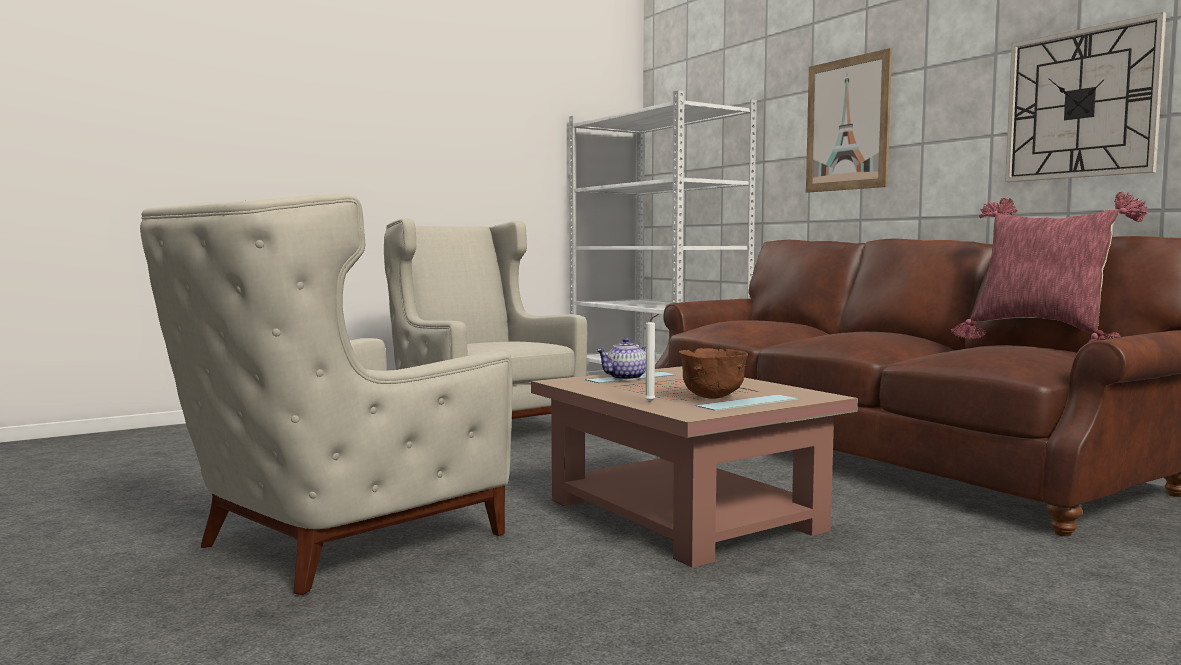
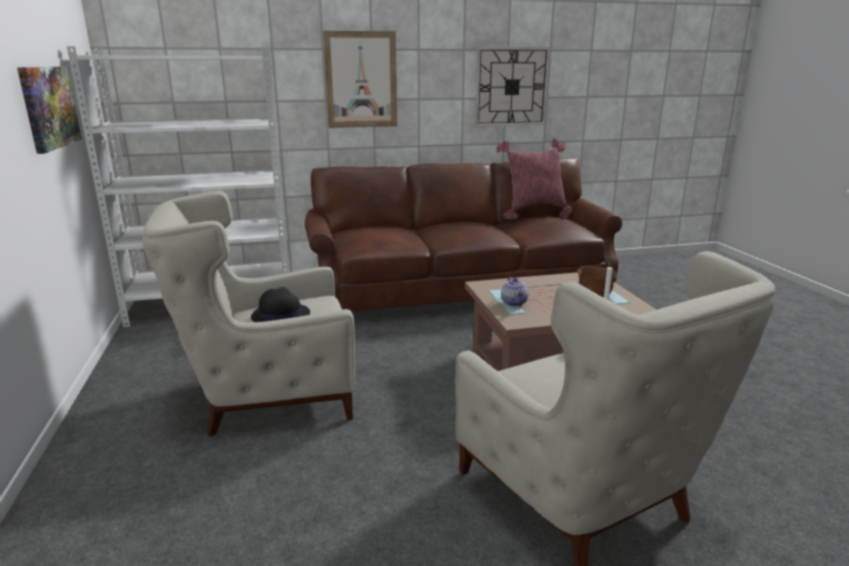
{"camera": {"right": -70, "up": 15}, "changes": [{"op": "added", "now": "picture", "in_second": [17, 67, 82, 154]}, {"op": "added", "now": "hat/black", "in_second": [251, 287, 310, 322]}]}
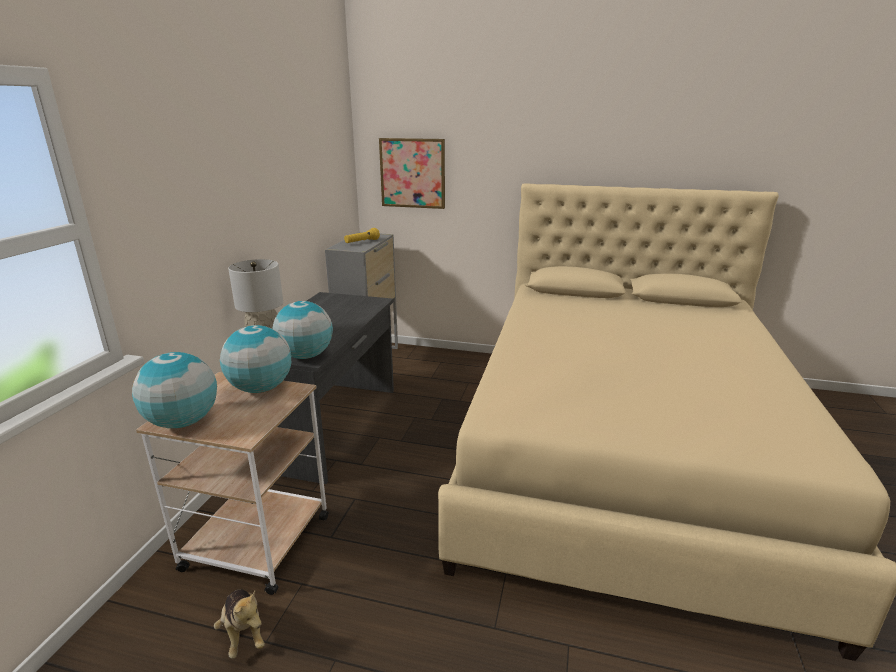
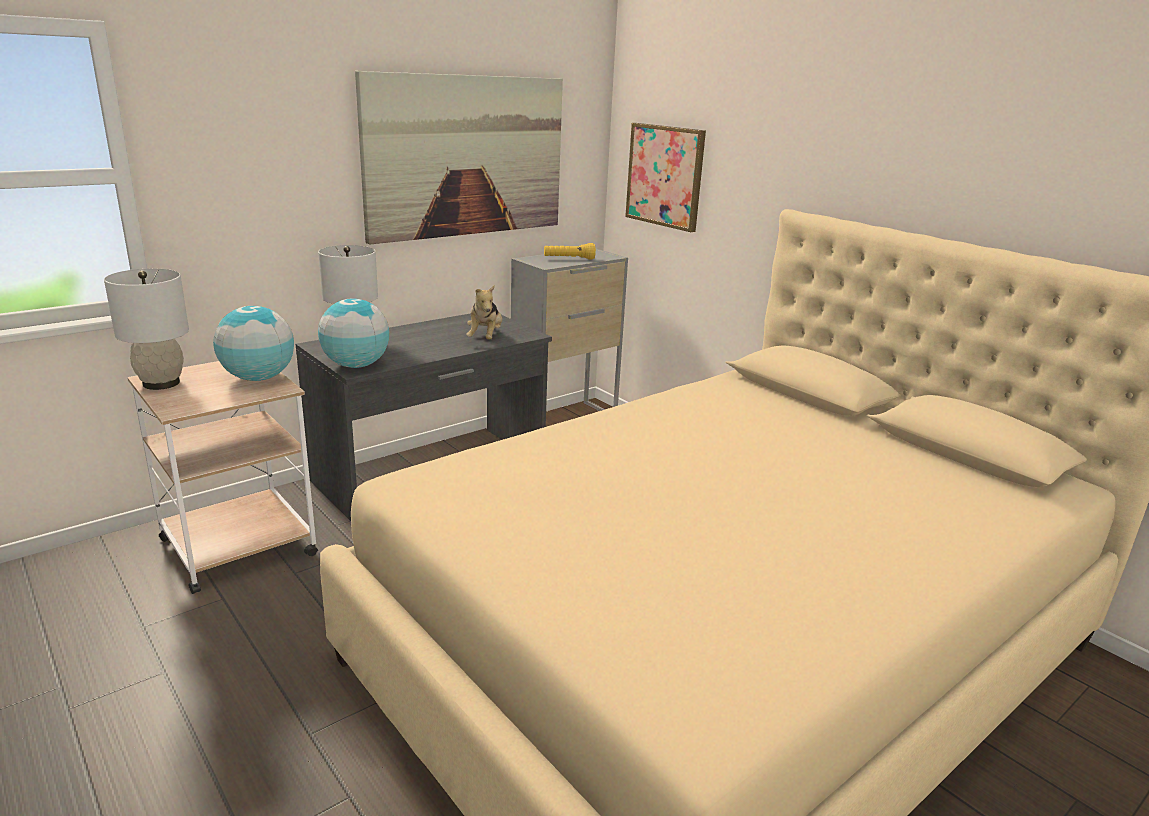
{"camera": {"right": 35, "up": 0}, "changes": [{"op": "added", "now": "picture", "in_second": [355, 71, 563, 245]}, {"op": "moved", "was": "plush toy", "in_first": [214, 589, 265, 658], "in_second": [466, 286, 502, 340]}, {"op": "replaced", "was": "globe", "now": "table lamp/white", "in_first": [132, 352, 217, 428], "in_second": [104, 269, 189, 390]}]}
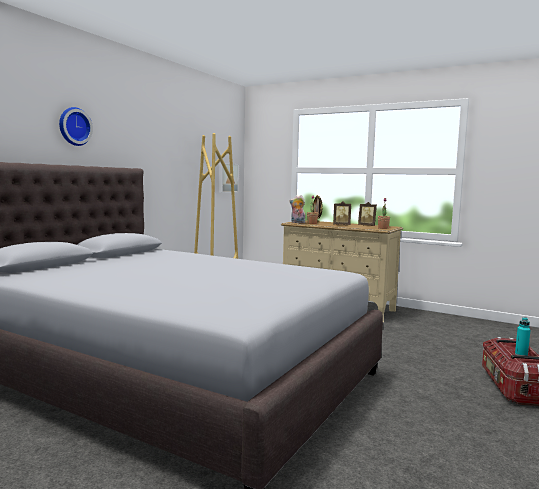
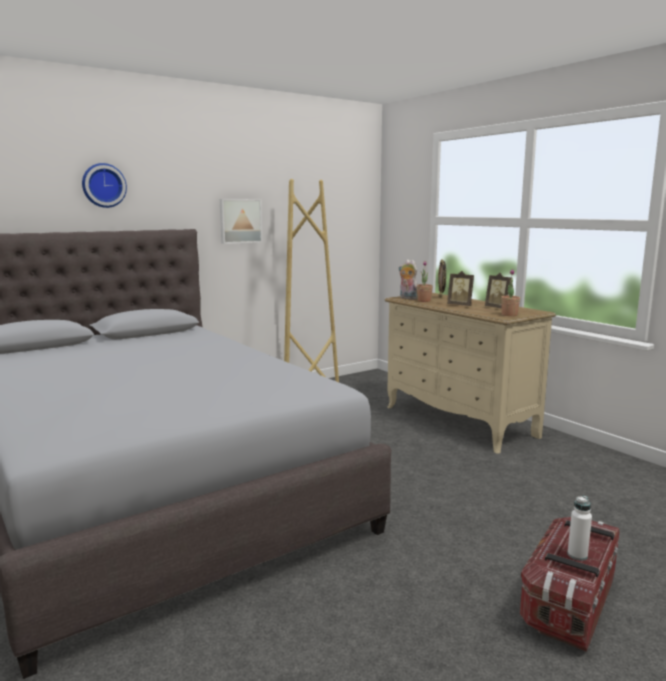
{"camera": {"right": 25, "up": 5}, "changes": [{"op": "moved", "was": "picture", "in_first": [219, 163, 239, 193], "in_second": [220, 199, 263, 244]}, {"op": "recoloured", "was": "bottle/turquoise", "now": "bottle/white", "in_first": [515, 317, 531, 356], "in_second": [568, 496, 592, 561]}]}
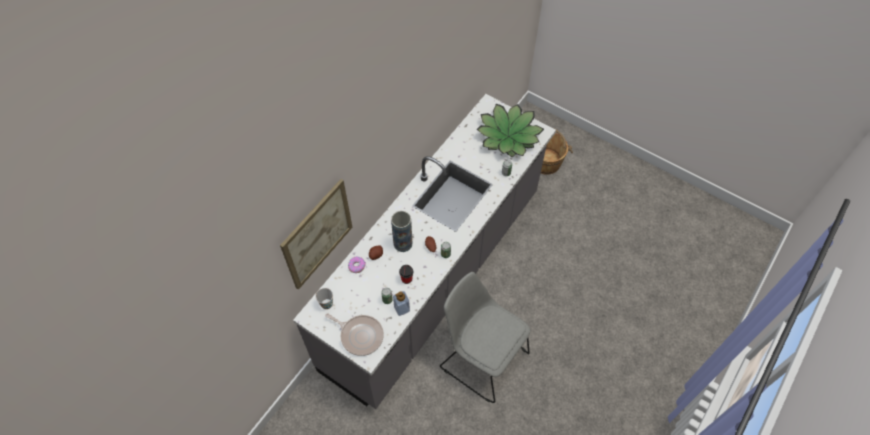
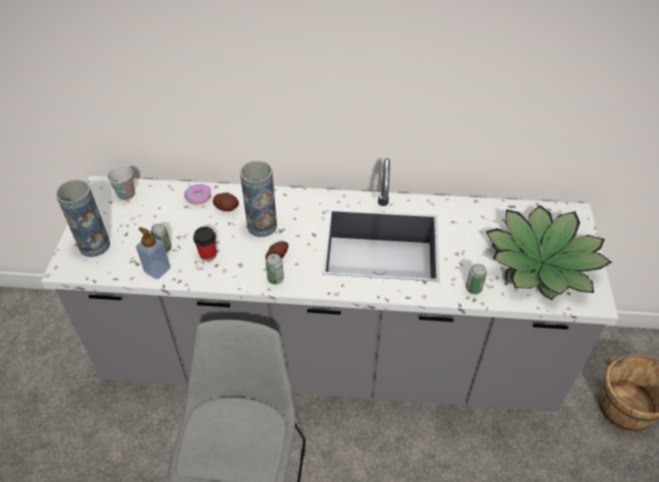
{"camera": {"right": 60, "up": -10}, "changes": [{"op": "removed", "was": "picture", "in_first": [280, 179, 353, 290]}, {"op": "replaced", "was": "frying pan", "now": "vase", "in_first": [325, 313, 384, 356], "in_second": [56, 179, 110, 257]}]}
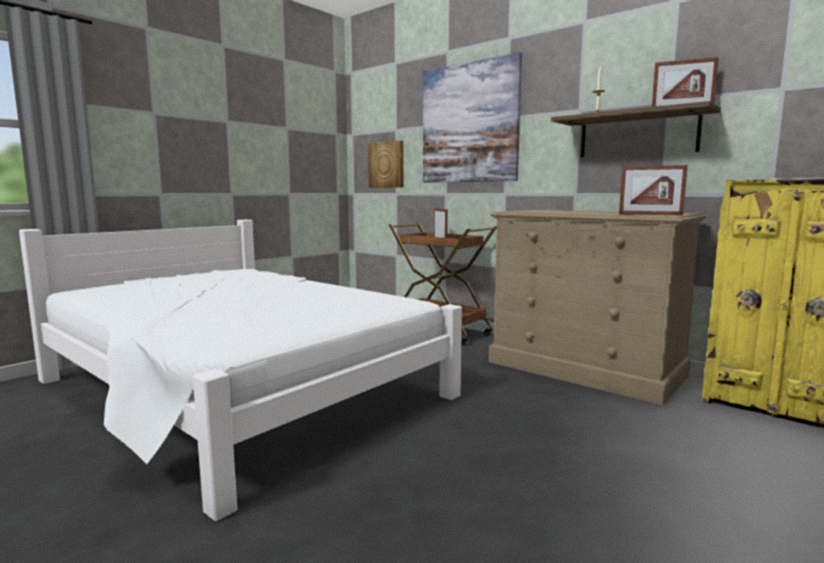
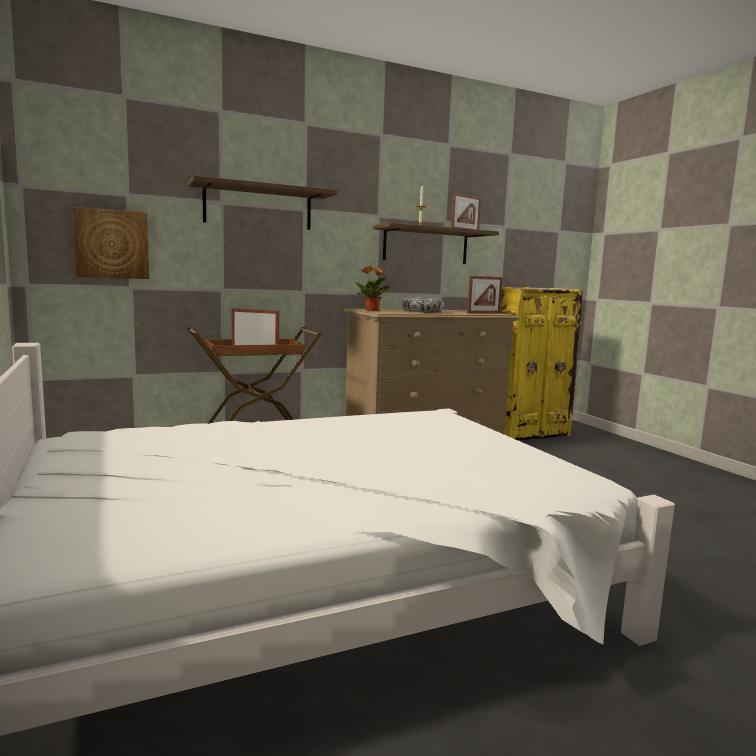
{"camera": {"right": -65, "up": 0}, "changes": [{"op": "added", "now": "potted plant", "in_second": [355, 266, 392, 311]}, {"op": "added", "now": "bowl", "in_second": [402, 297, 444, 312]}, {"op": "replaced", "was": "picture", "now": "shelf", "in_first": [423, 52, 522, 182], "in_second": [188, 175, 338, 230]}]}
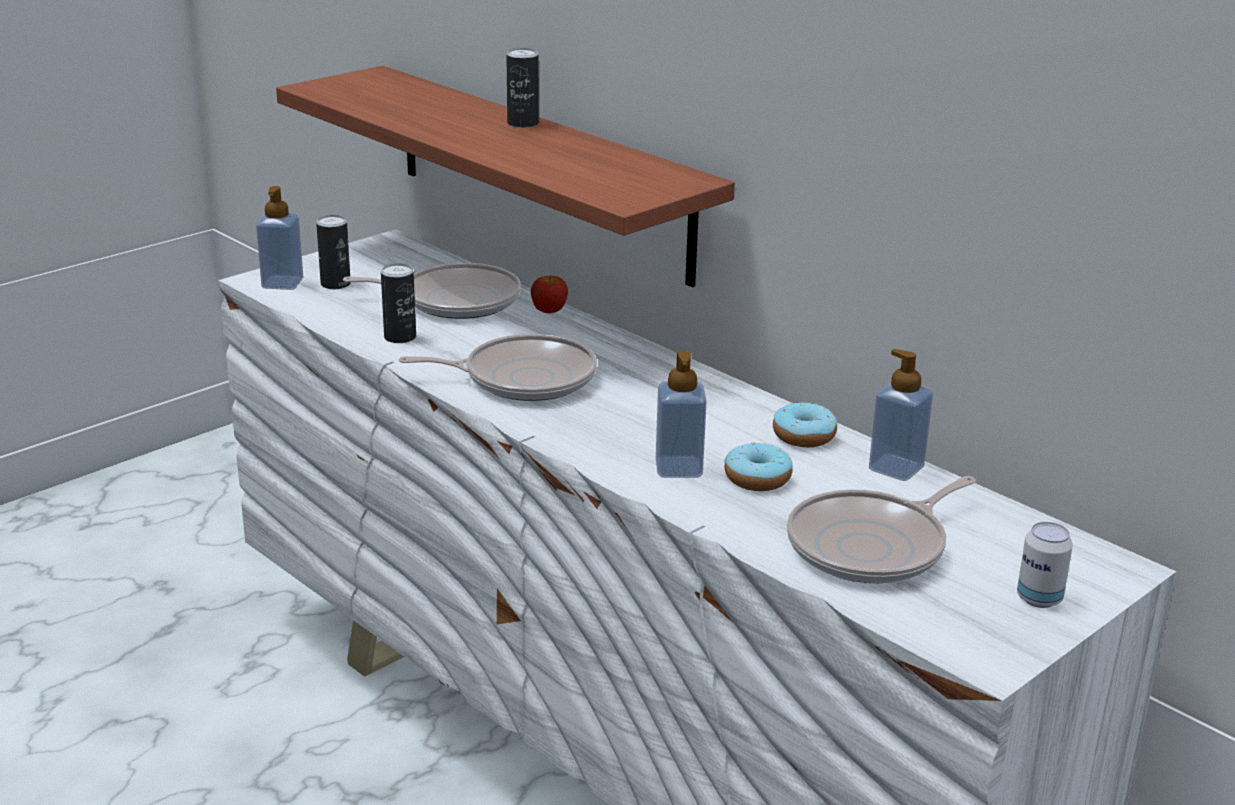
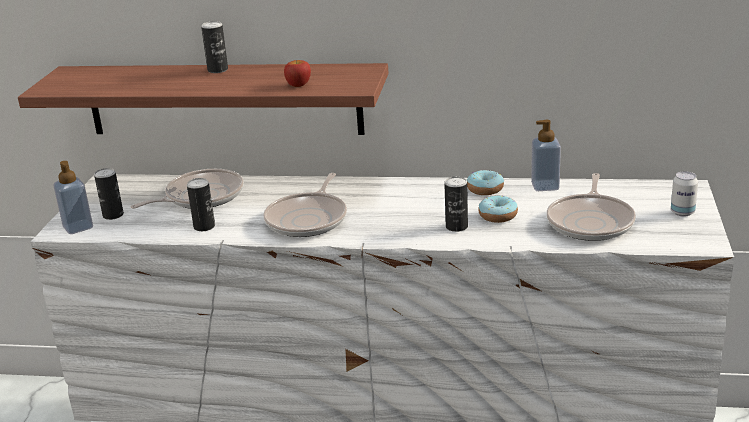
{"camera": {"right": -35, "up": 0}, "changes": [{"op": "moved", "was": "apple", "in_first": [531, 276, 568, 313], "in_second": [284, 60, 311, 87]}, {"op": "replaced", "was": "soap dispenser", "now": "can", "in_first": [656, 351, 707, 478], "in_second": [444, 176, 468, 232]}, {"op": "turned", "was": "frying pan", "in_first": [398, 334, 597, 401], "in_second": [263, 173, 347, 237], "clockwise": 150}]}
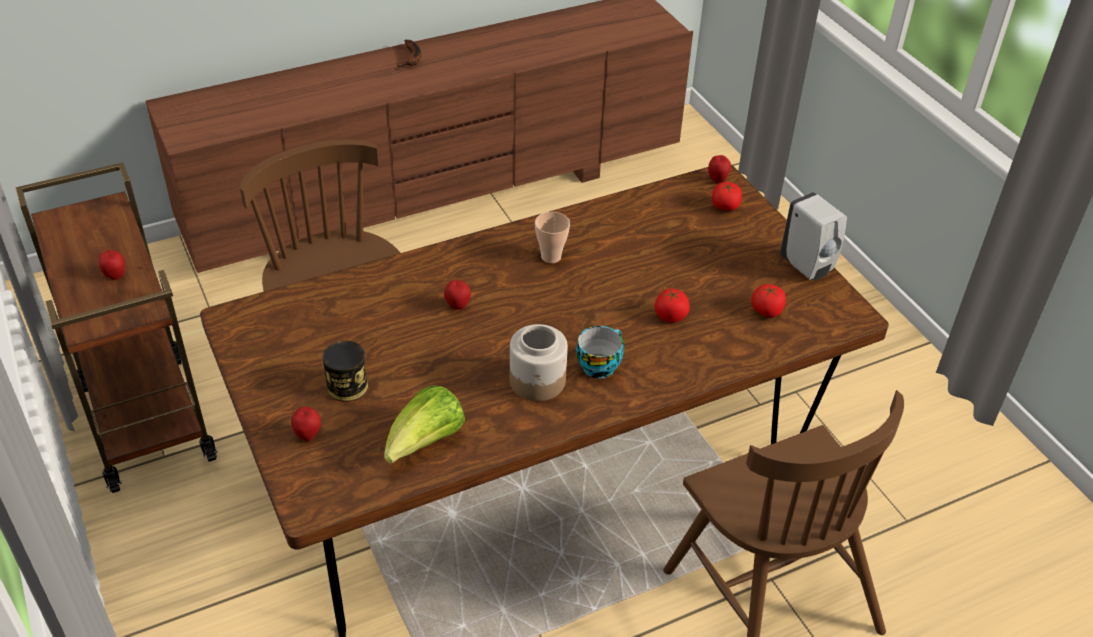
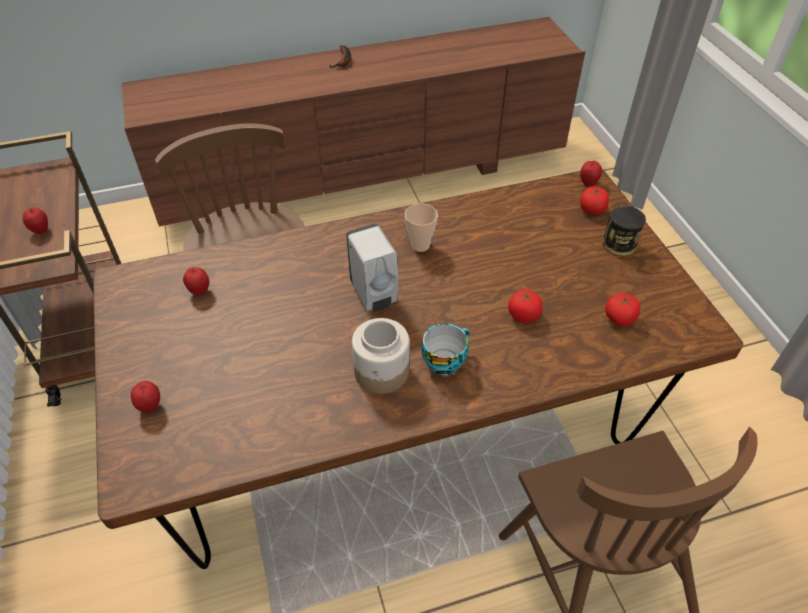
{"camera": {"right": 10, "up": 5}, "changes": [{"op": "removed", "was": "lettuce", "in_first": [384, 385, 465, 464]}, {"op": "moved", "was": "can", "in_first": [323, 341, 368, 402], "in_second": [603, 206, 646, 256]}, {"op": "moved", "was": "apple", "in_first": [444, 280, 471, 310], "in_second": [183, 267, 209, 295]}, {"op": "moved", "was": "soap dispenser/white", "in_first": [780, 192, 847, 281], "in_second": [346, 223, 398, 312]}]}
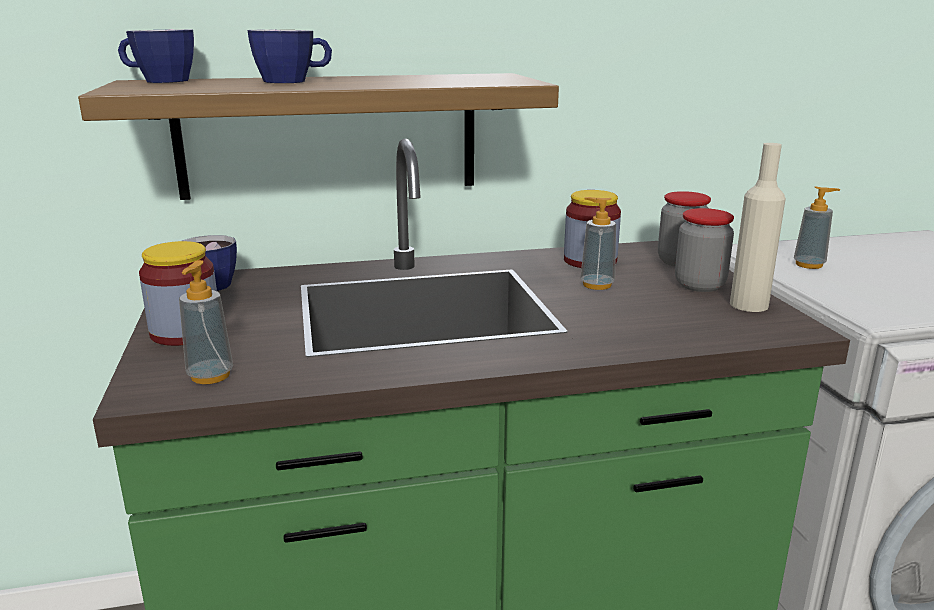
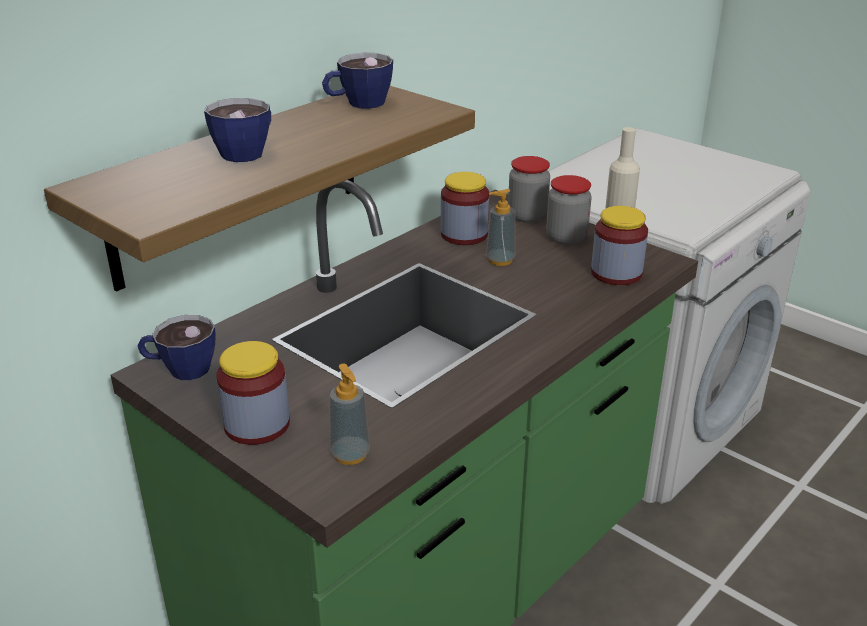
{"camera": {"right": -35, "up": 10}, "changes": [{"op": "removed", "was": "soap dispenser", "in_first": [794, 186, 840, 269]}, {"op": "added", "now": "jar", "in_second": [591, 206, 648, 285]}, {"op": "moved", "was": "cup", "in_first": [118, 29, 194, 83], "in_second": [322, 53, 393, 109]}]}
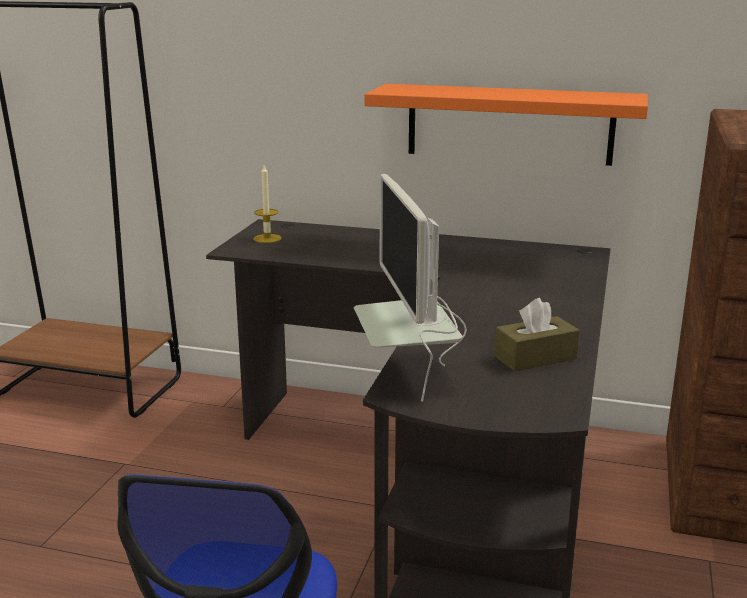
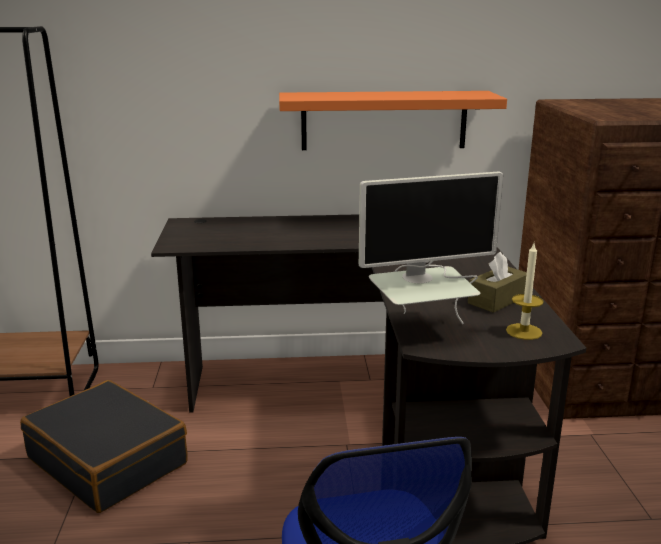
{"camera": {"right": -20, "up": 0}, "changes": [{"op": "added", "now": "suitcase/black", "in_second": [20, 380, 188, 513]}, {"op": "moved", "was": "candle", "in_first": [253, 165, 282, 243], "in_second": [506, 243, 544, 340]}, {"op": "turned", "was": "monitor", "in_first": [354, 174, 467, 401], "in_second": [359, 172, 503, 324], "clockwise": -75}]}
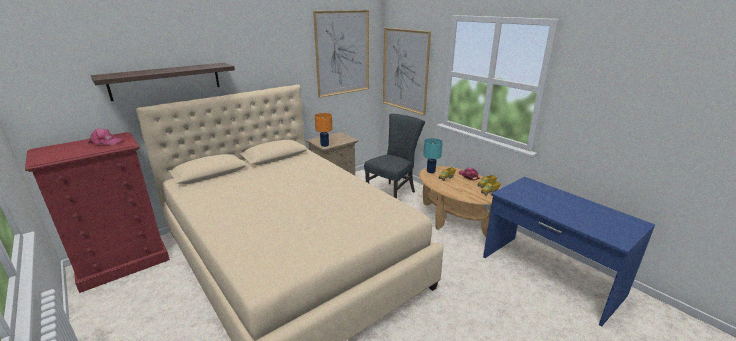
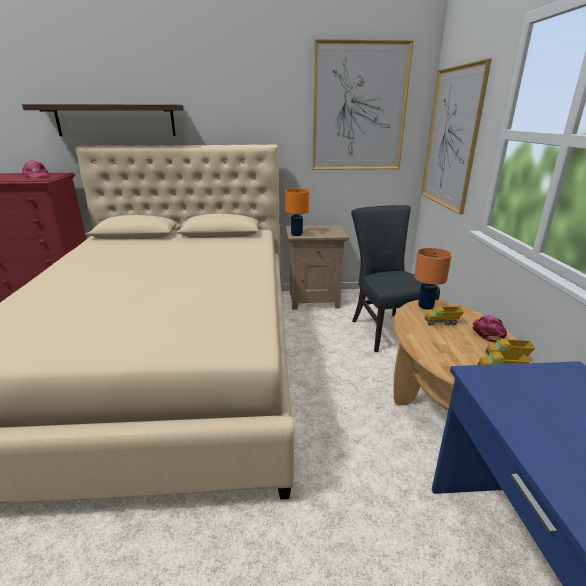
{"camera": {"right": 35, "up": 0}, "changes": [{"op": "recoloured", "was": "table lamp/turquoise", "now": "table lamp/orange", "in_first": [423, 138, 443, 173], "in_second": [414, 248, 452, 310]}, {"op": "turned", "was": "chair/grey", "in_first": [364, 113, 425, 199], "in_second": [351, 205, 440, 352], "clockwise": -90}]}
